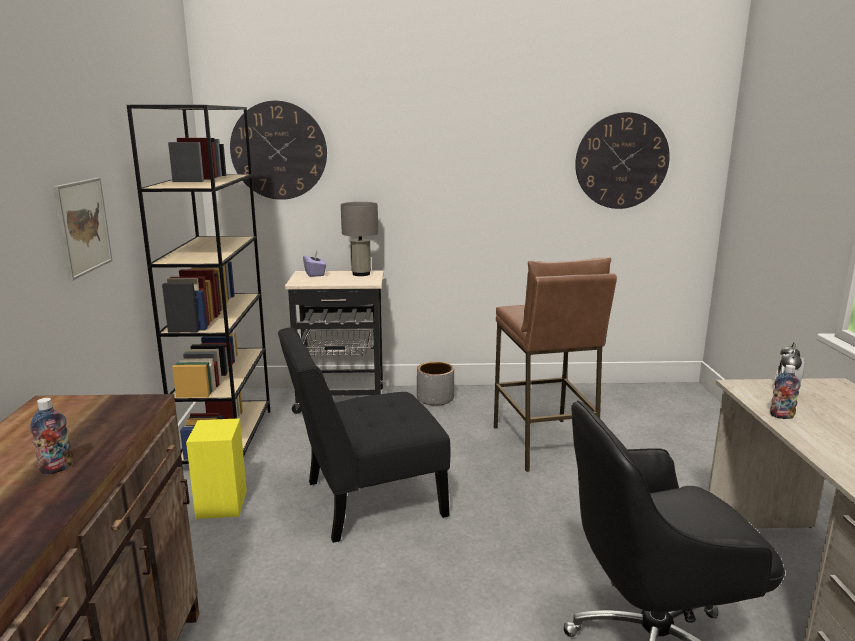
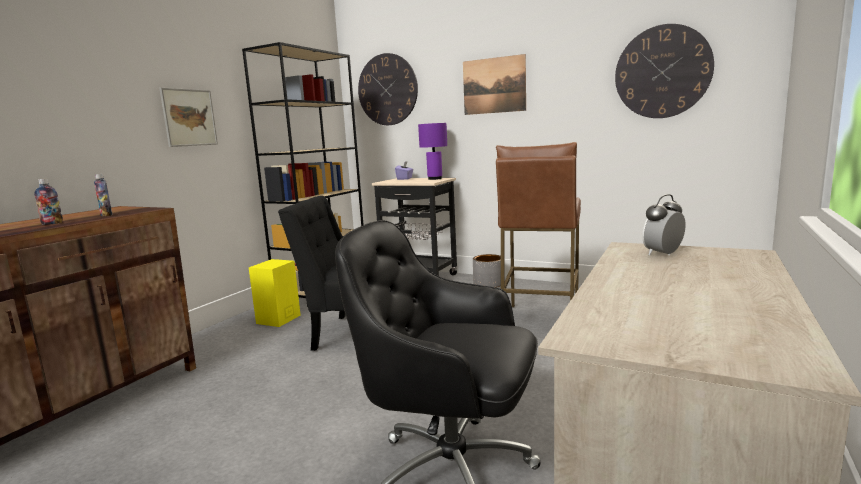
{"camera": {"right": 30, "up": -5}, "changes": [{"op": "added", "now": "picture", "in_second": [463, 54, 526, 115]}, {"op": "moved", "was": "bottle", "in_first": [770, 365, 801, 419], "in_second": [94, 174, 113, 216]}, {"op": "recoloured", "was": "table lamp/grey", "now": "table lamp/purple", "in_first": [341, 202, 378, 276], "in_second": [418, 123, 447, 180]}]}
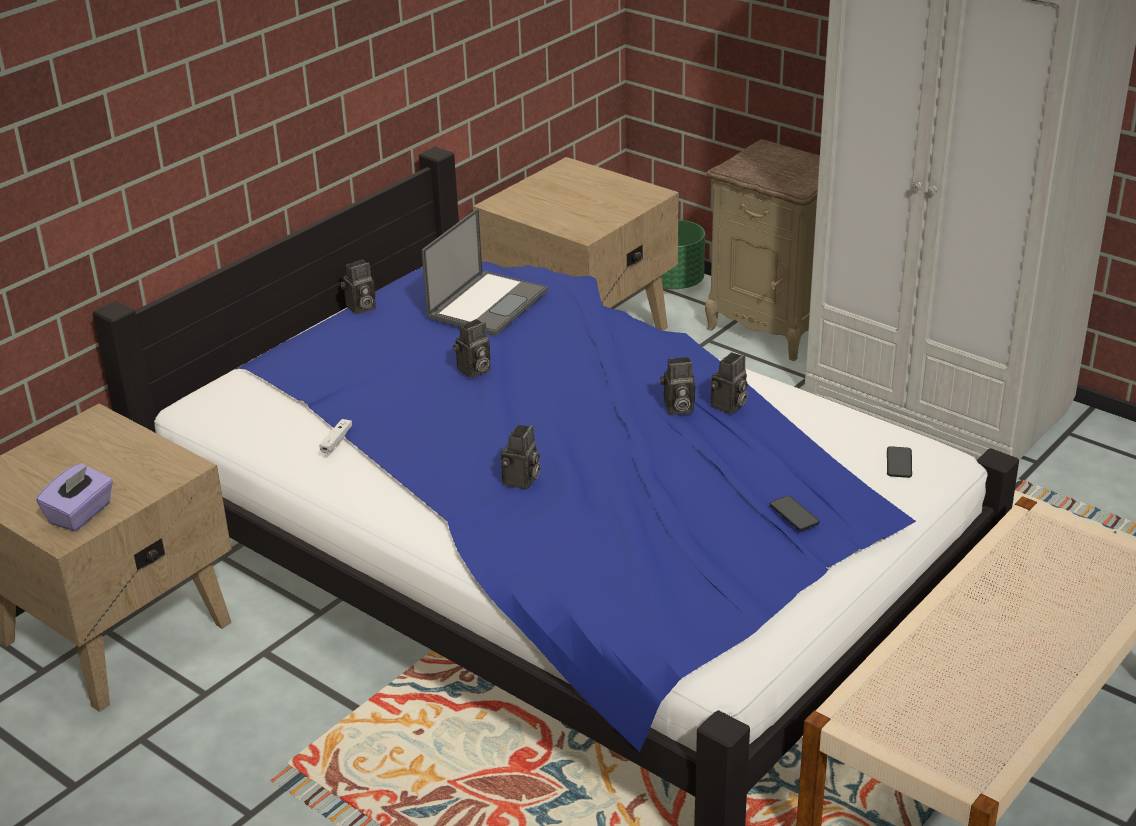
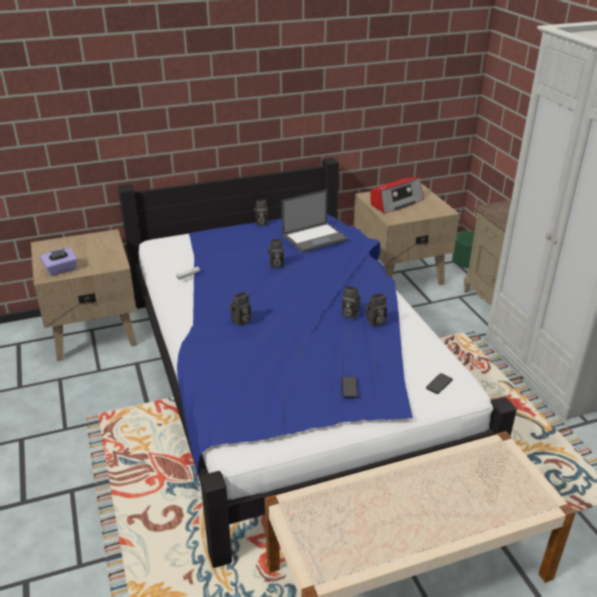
{"camera": {"right": 30, "up": 0}, "changes": [{"op": "added", "now": "radio", "in_second": [370, 177, 424, 214]}]}
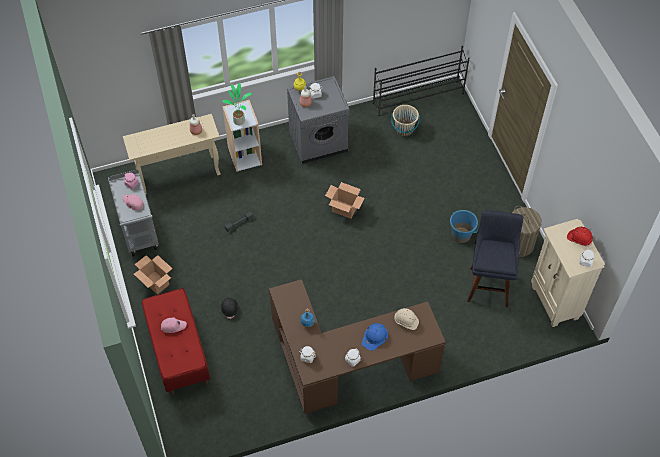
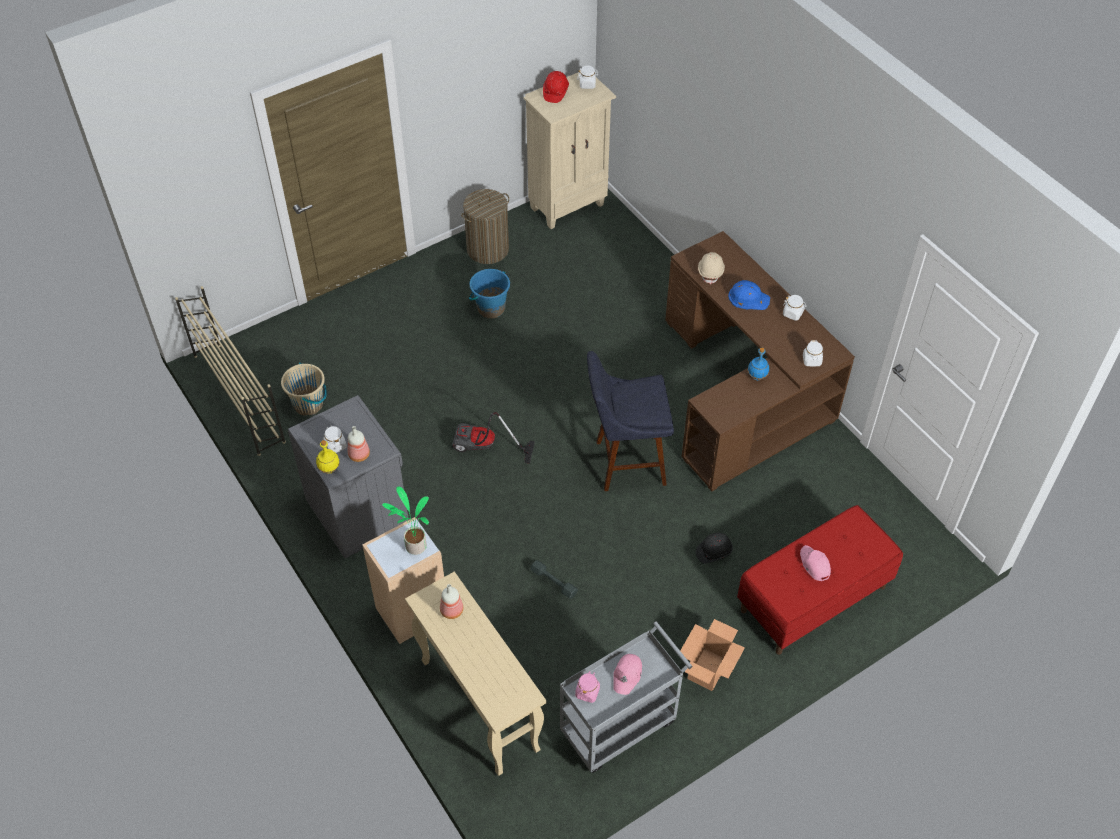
{"camera": {"right": -105, "up": -5}, "changes": [{"op": "moved", "was": "stool/blue", "in_first": [467, 210, 523, 307], "in_second": [587, 351, 674, 491]}, {"op": "replaced", "was": "cardboard box", "now": "vacuum cleaner", "in_first": [325, 182, 365, 219], "in_second": [452, 412, 535, 464]}, {"op": "recoloured", "was": "shoe rack/black", "now": "shoe rack/beige", "in_first": [373, 46, 470, 116], "in_second": [175, 286, 286, 456]}]}
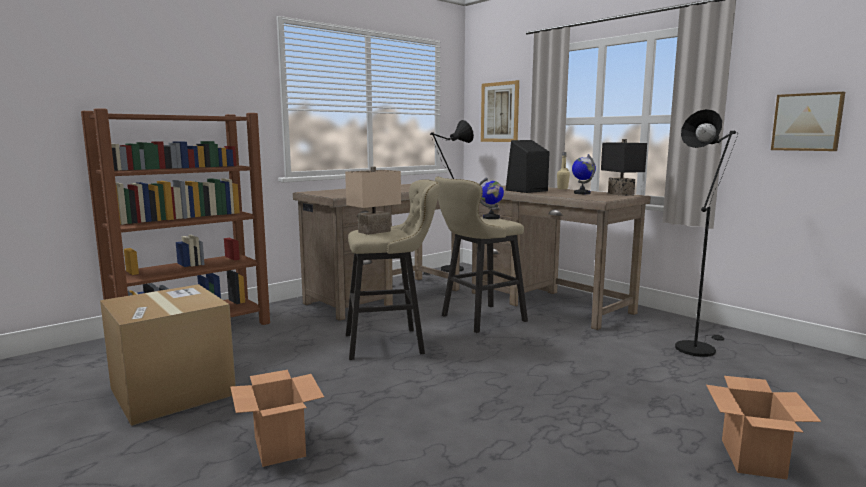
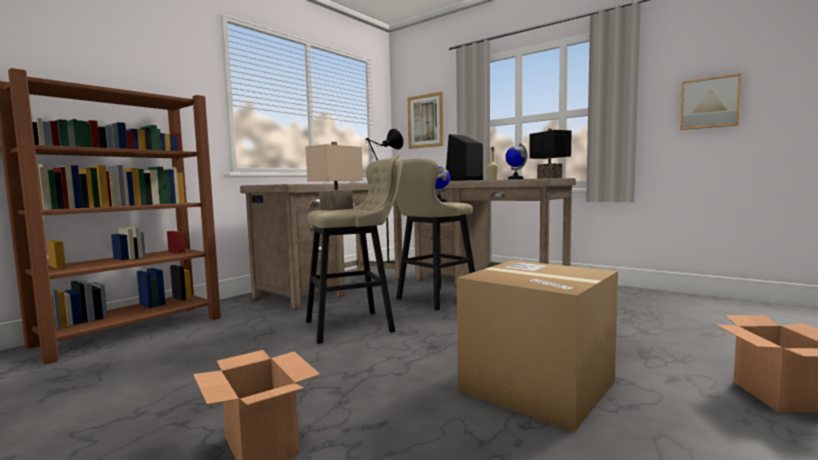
{"camera": {"right": -10, "up": -5}, "changes": [{"op": "removed", "was": "floor lamp/black", "in_first": [675, 109, 738, 357]}, {"op": "moved", "was": "cardboard box", "in_first": [100, 284, 236, 426], "in_second": [457, 260, 618, 432]}]}
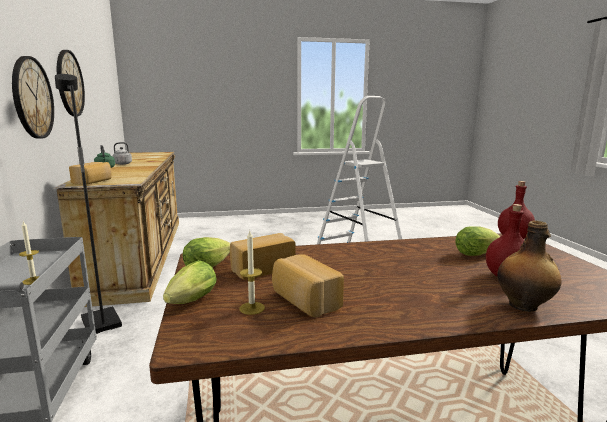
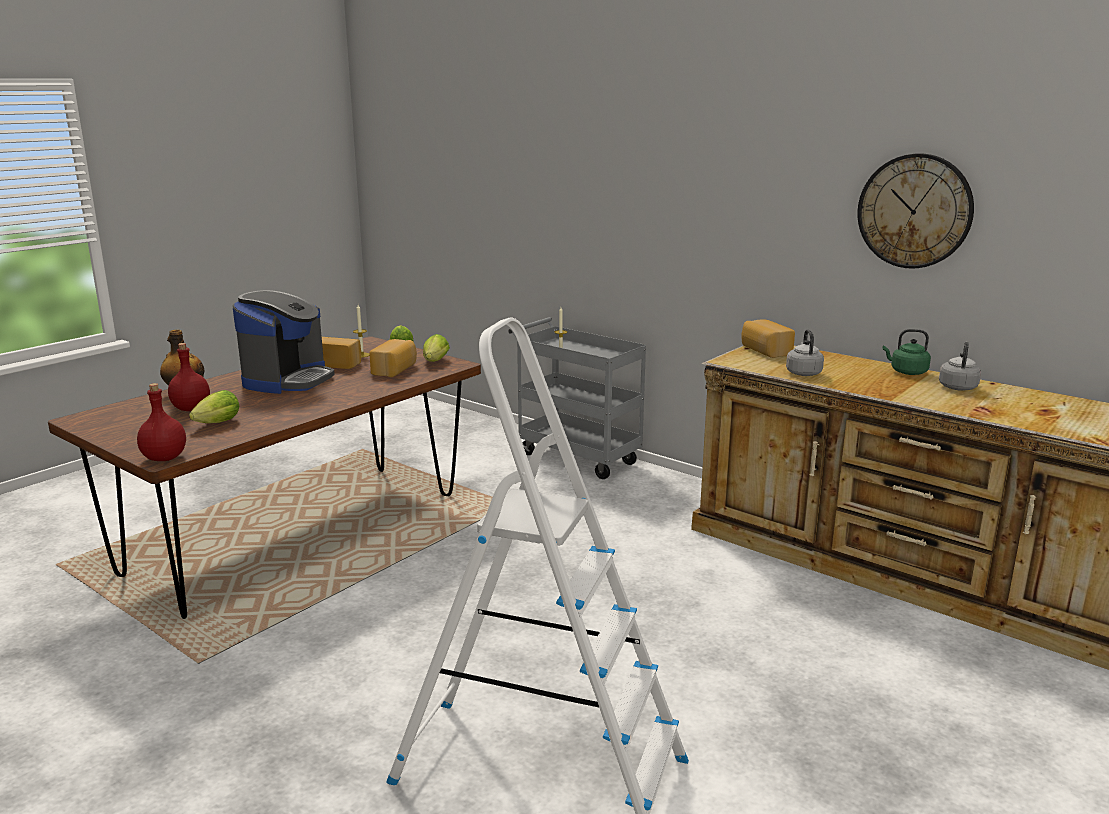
{"camera": {"right": 140, "up": 5}, "changes": [{"op": "removed", "was": "wall clock", "in_first": [12, 56, 54, 139]}, {"op": "removed", "was": "floor lamp/black", "in_first": [55, 74, 122, 334]}, {"op": "added", "now": "coffee machine", "in_second": [232, 290, 335, 394]}, {"op": "added", "now": "kettle/grey", "in_second": [786, 329, 824, 376]}]}
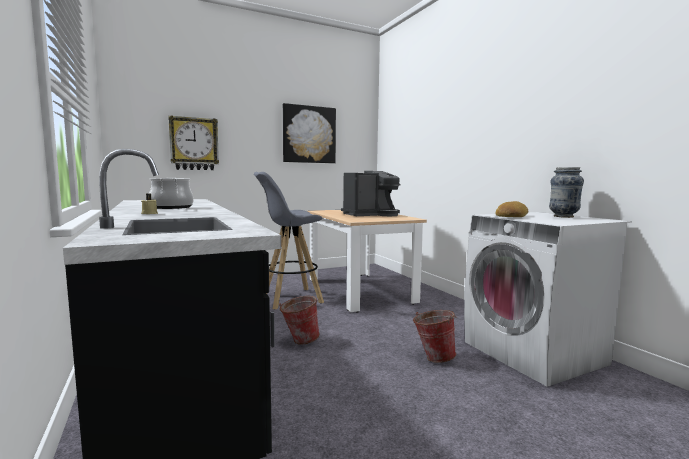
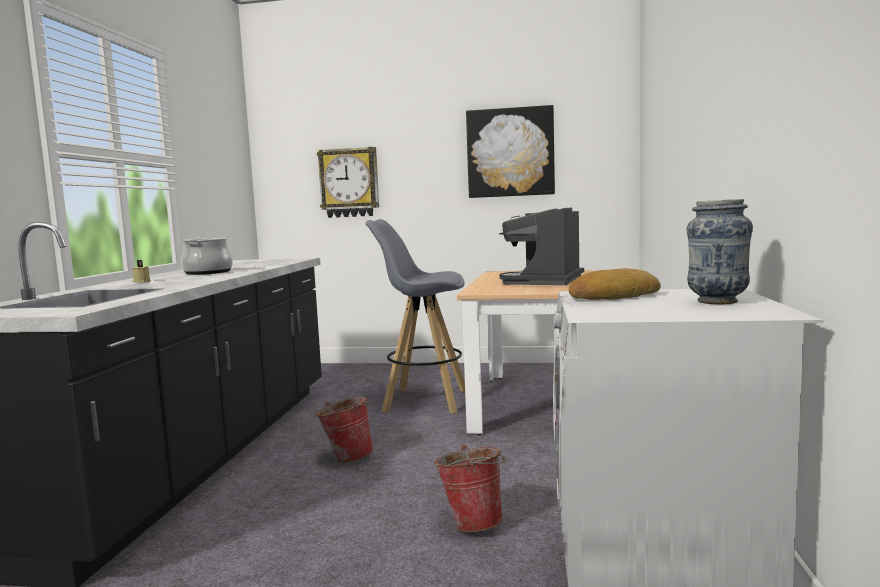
{"camera": {"right": 35, "up": 0}, "changes": [{"op": "turned", "was": "coffee machine", "in_first": [341, 171, 401, 216], "in_second": [499, 208, 584, 285], "clockwise": 105}]}
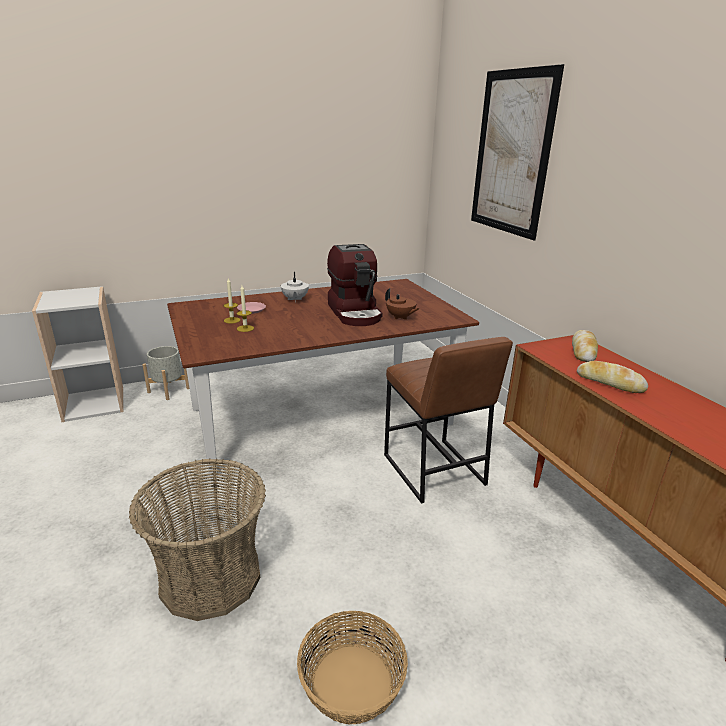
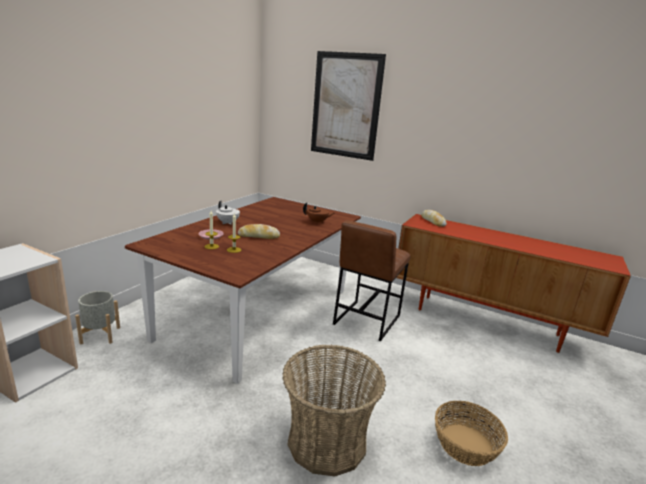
{"camera": {"right": -40, "up": -5}, "changes": [{"op": "removed", "was": "coffee machine", "in_first": [327, 244, 383, 326]}, {"op": "moved", "was": "bread", "in_first": [577, 361, 648, 393], "in_second": [238, 224, 280, 239]}, {"op": "turned", "was": "chair/brown", "in_first": [384, 337, 513, 504], "in_second": [333, 220, 411, 341], "clockwise": 90}]}
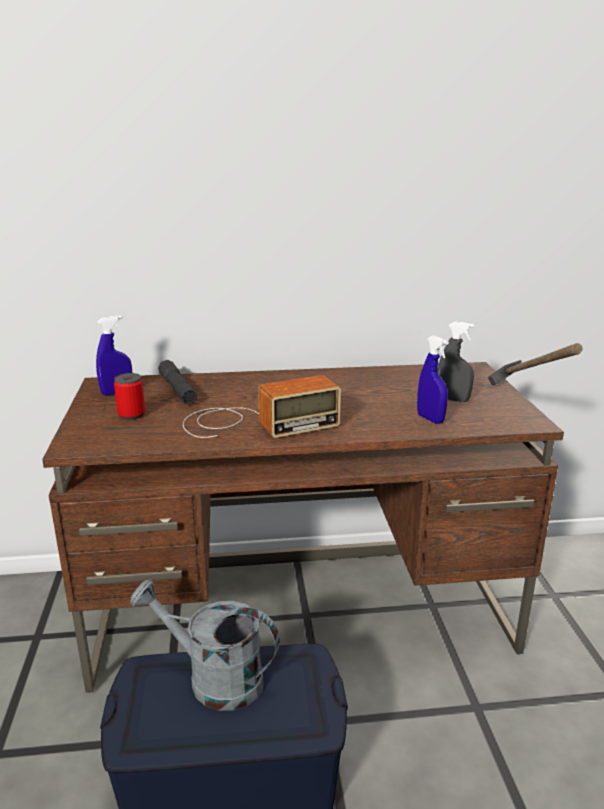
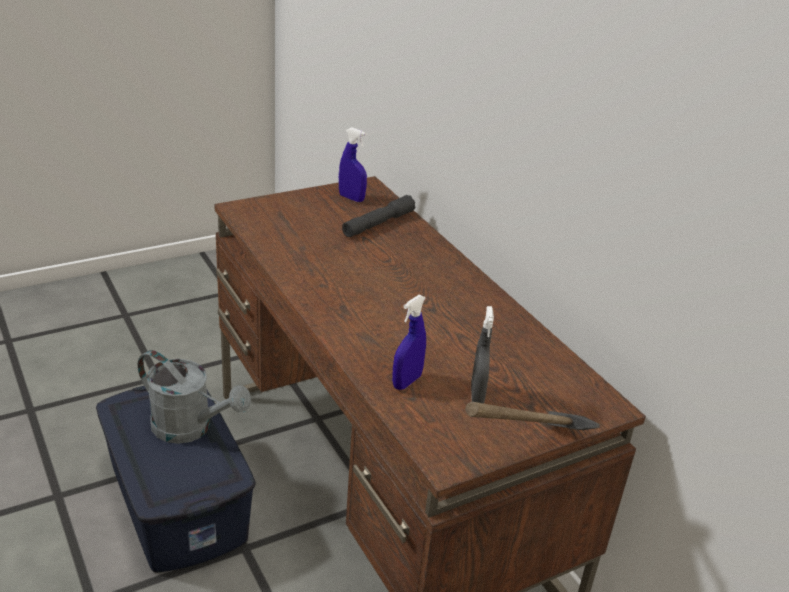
{"camera": {"right": 65, "up": 10}, "changes": [{"op": "removed", "was": "can", "in_first": [114, 373, 145, 420]}, {"op": "removed", "was": "radio", "in_first": [183, 375, 341, 438]}, {"op": "turned", "was": "watering can/grey", "in_first": [130, 579, 280, 711], "in_second": [138, 350, 251, 444], "clockwise": 120}]}
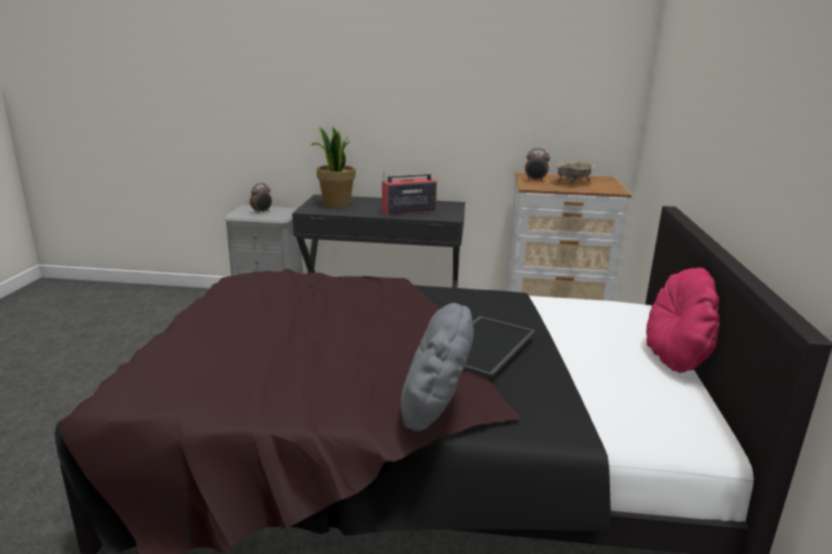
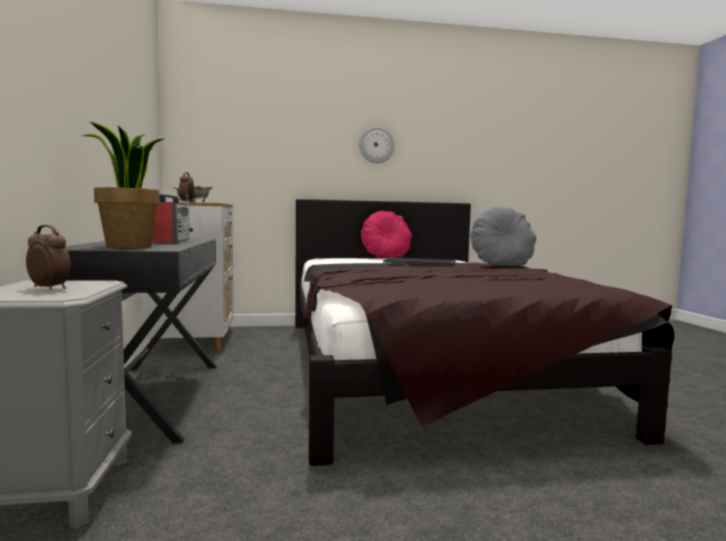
{"camera": {"right": -105, "up": -15}, "changes": [{"op": "added", "now": "wall clock", "in_second": [359, 127, 395, 163]}, {"op": "turned", "was": "radio", "in_first": [382, 172, 437, 216], "in_second": [152, 194, 193, 243], "clockwise": -150}]}
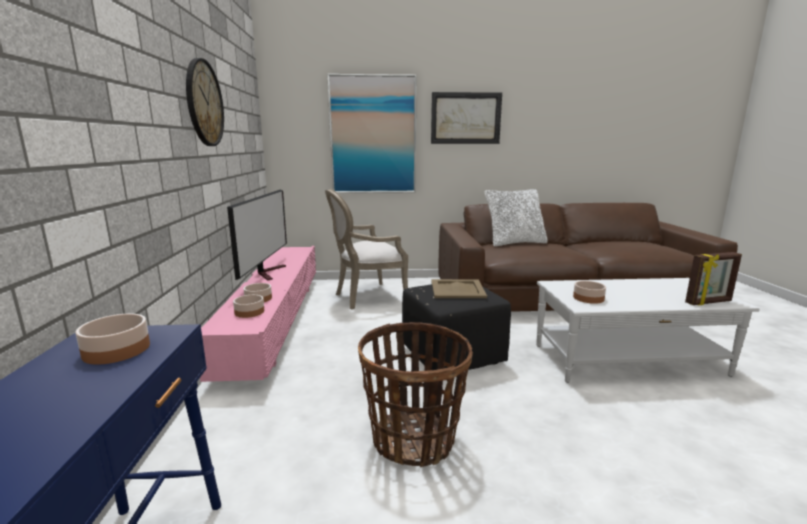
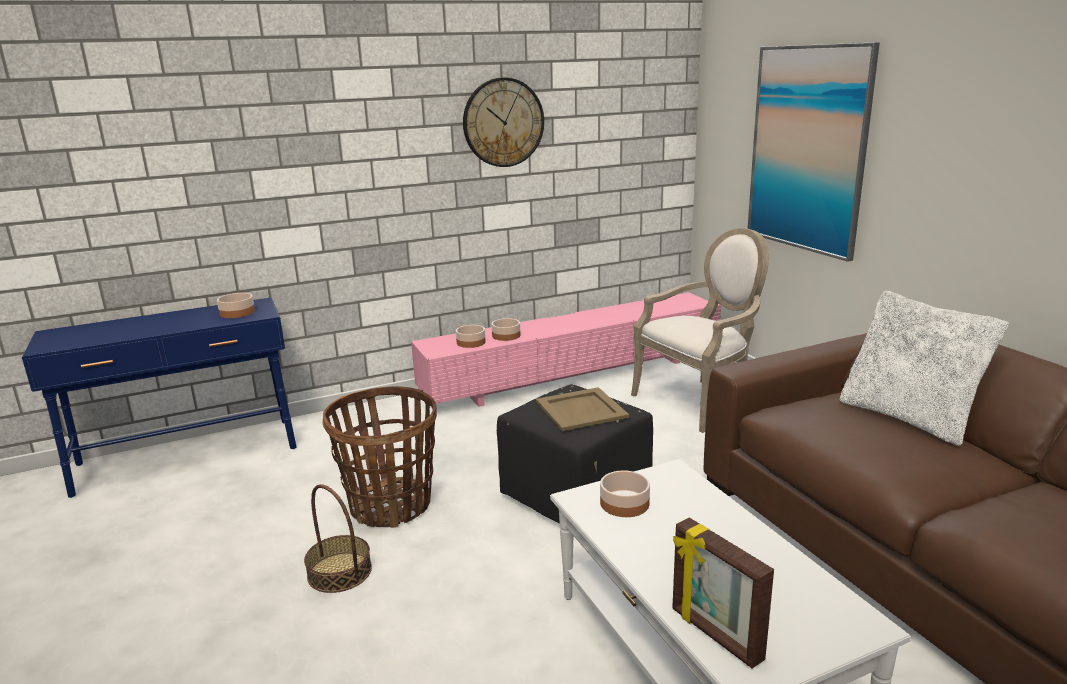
{"camera": {"right": 70, "up": 5}, "changes": [{"op": "removed", "was": "television", "in_first": [227, 190, 287, 281]}, {"op": "removed", "was": "picture", "in_first": [431, 92, 502, 144]}, {"op": "added", "now": "basket", "in_second": [304, 484, 372, 593]}, {"op": "turned", "was": "armchair", "in_first": [325, 189, 408, 309], "in_second": [631, 228, 769, 433], "clockwise": 105}]}
